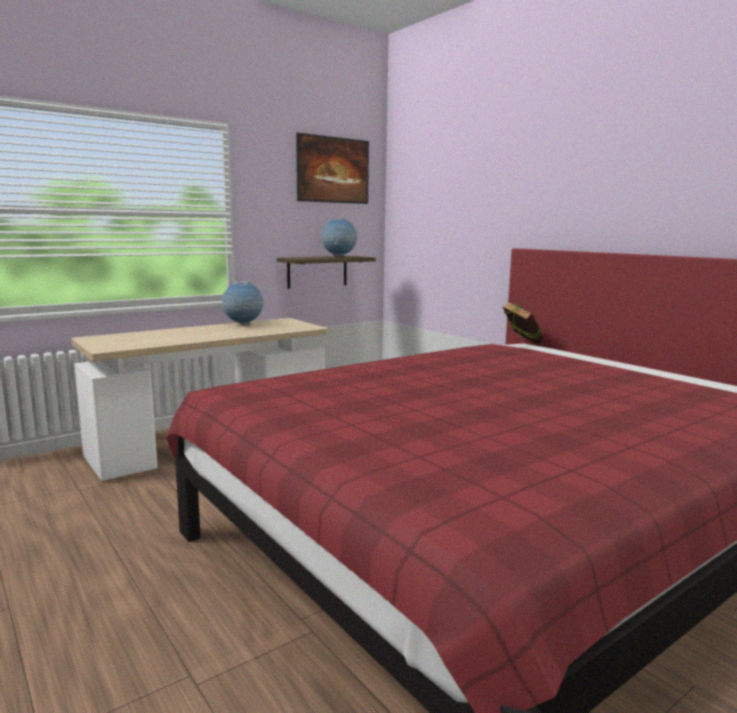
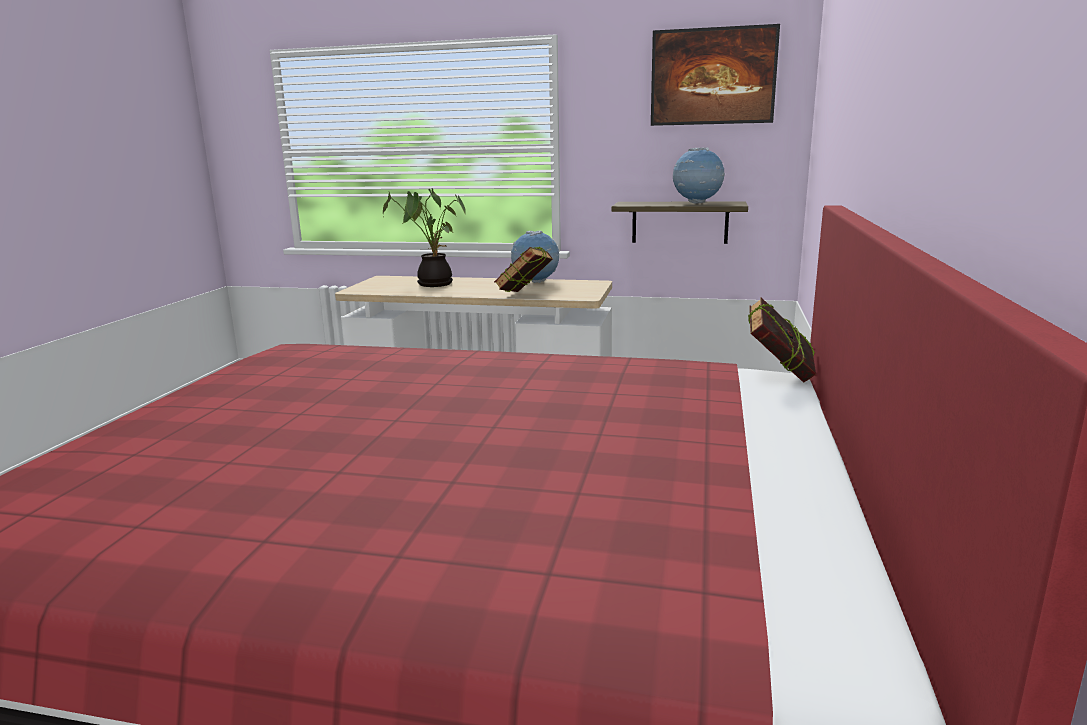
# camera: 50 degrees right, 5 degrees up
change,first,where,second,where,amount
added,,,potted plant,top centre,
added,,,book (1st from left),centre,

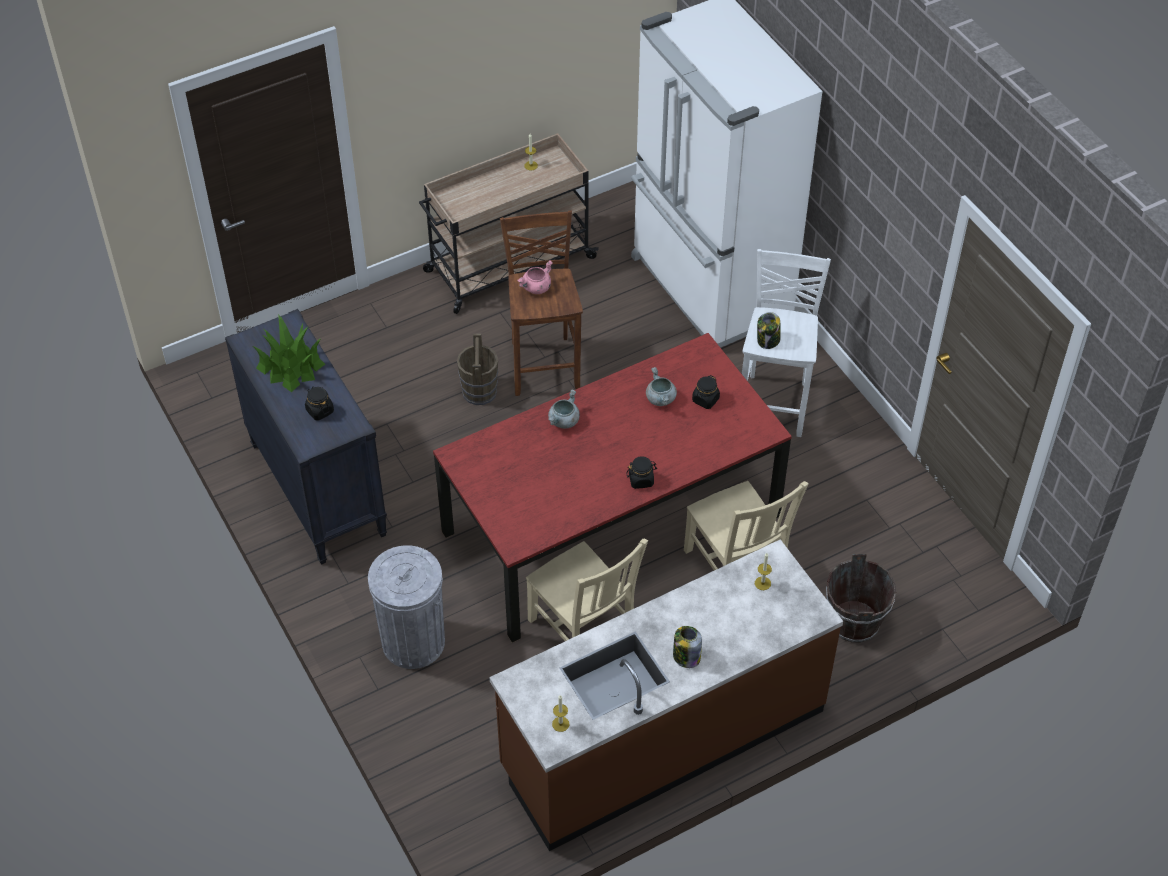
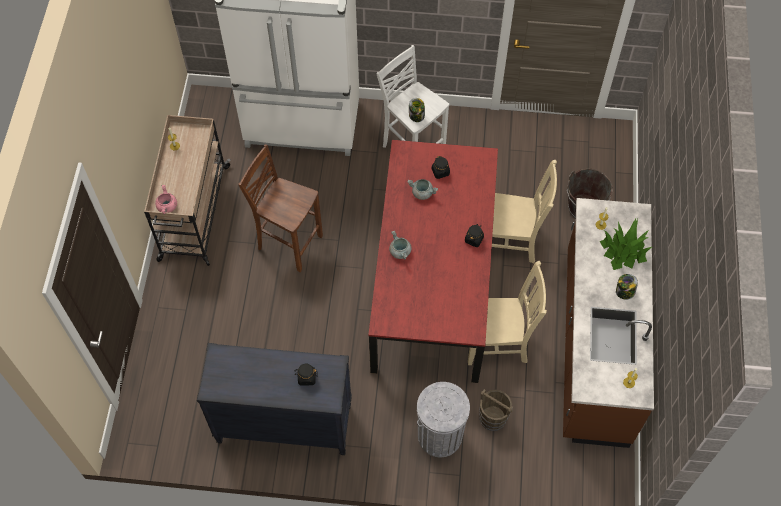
# camera: 55 degrees left, 10 degrees up
change,first,where,second,where,amount
moved,potted plant,middle left,,middle right,
moved,bucket (brown) (1st from left),centre,,bottom centre,
moved,cooking pot (pink),top centre,,middle left,

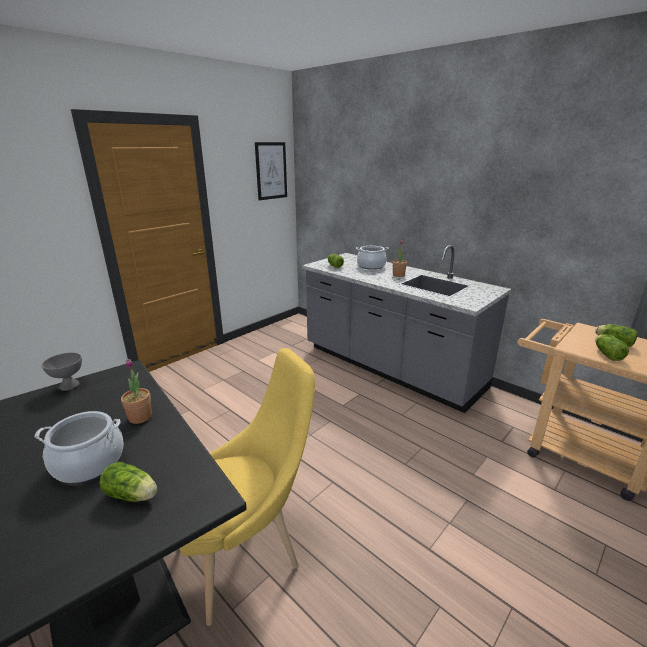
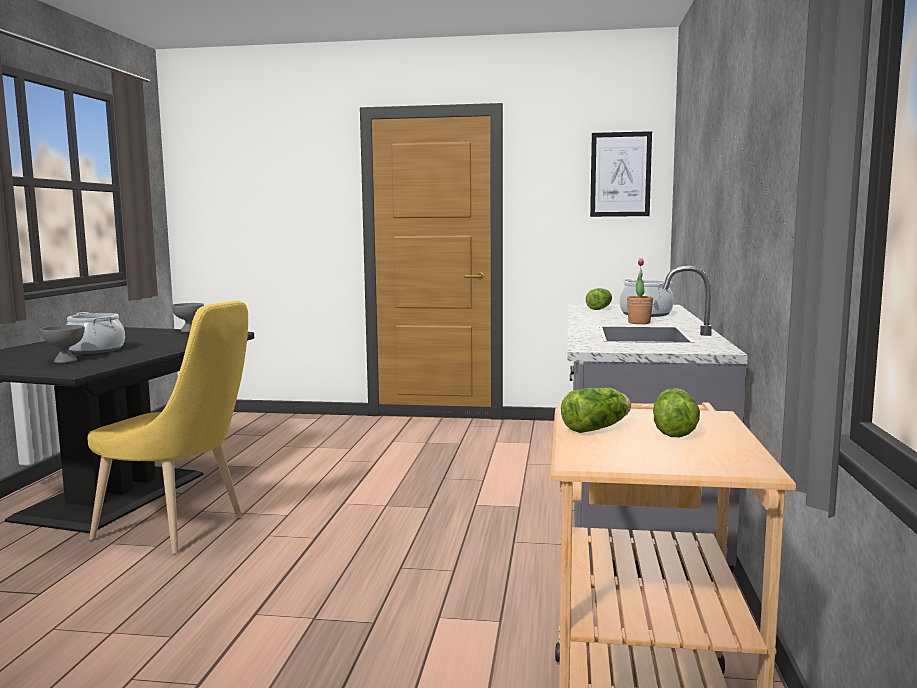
# camera: 55 degrees right, 15 degrees down
change,first,where,second,where,amount
removed,potted plant (1st from left),middle left,,,
replaced,lettuce (1st from left),bottom left,bowl (grey) (1st from left),middle left,

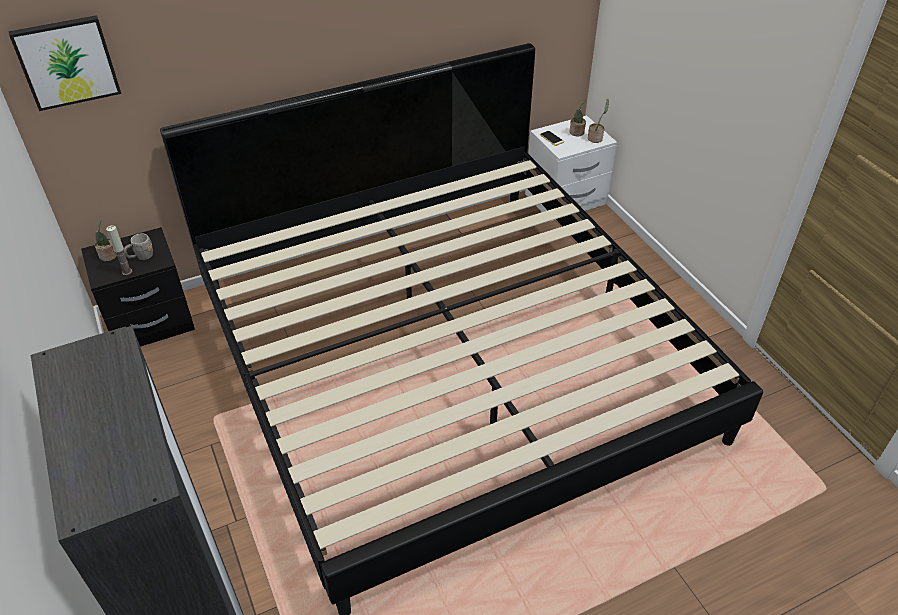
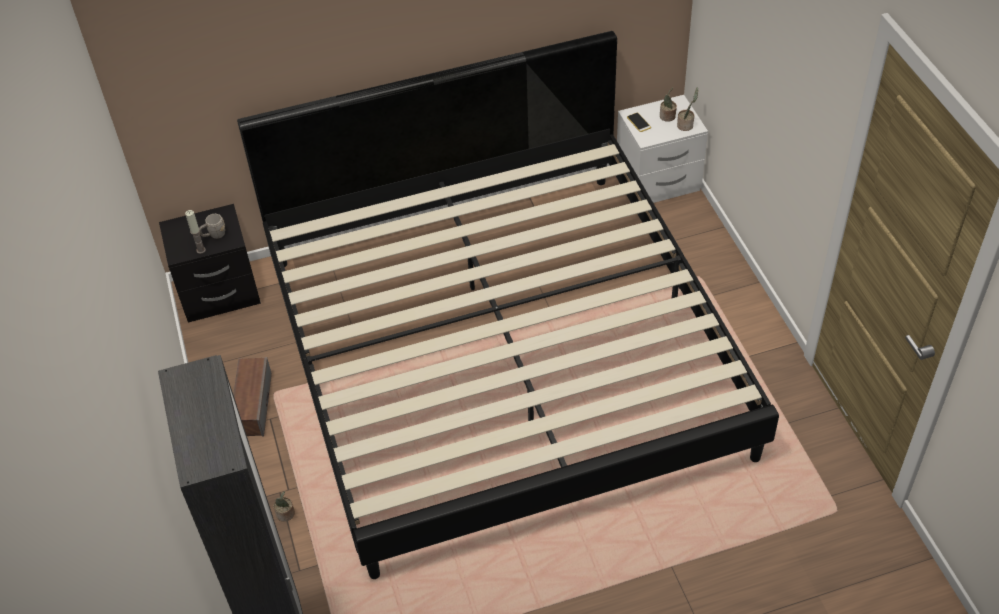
# camera: 10 degrees right, 5 degrees up
change,first,where,second,where,amount
removed,picture,top left,,,
added,,,speaker,middle left,
moved,potted plant (1st from left),middle left,,bottom left,

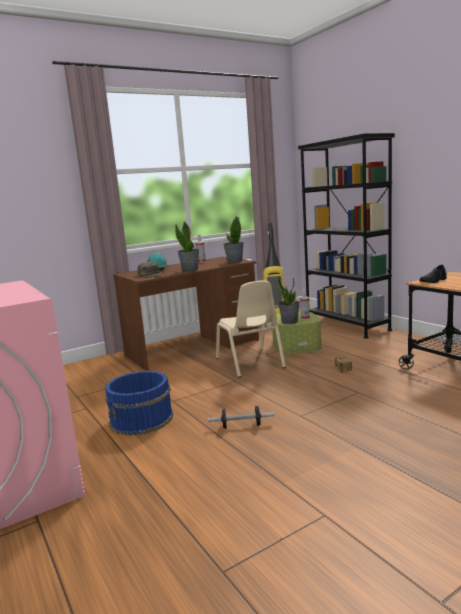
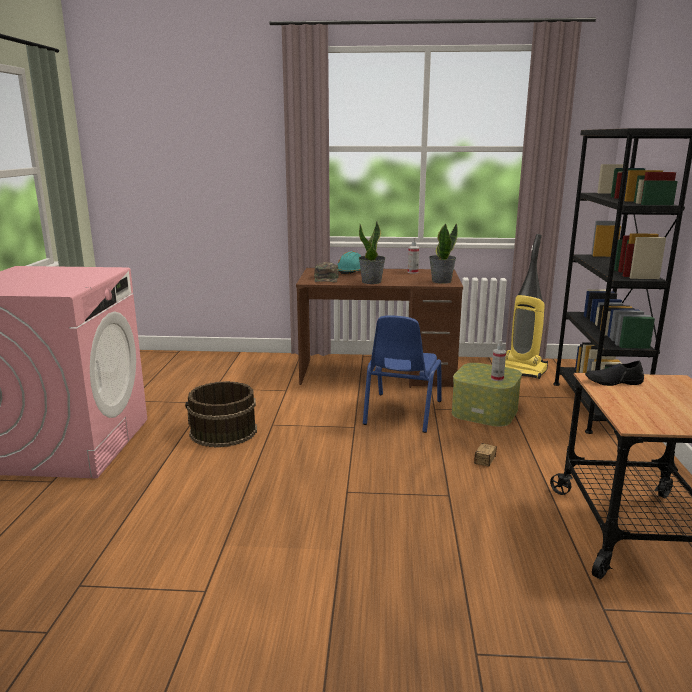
# camera: 35 degrees right, 5 degrees up
change,first,where,second,where,amount
removed,dumbbell,bottom centre,,,
removed,potted plant (3rd from left),centre,,,
recoloured,bucket (blue),middle left,bucket (brown),middle left,
recoloured,chair (beige),centre,chair (blue),centre,

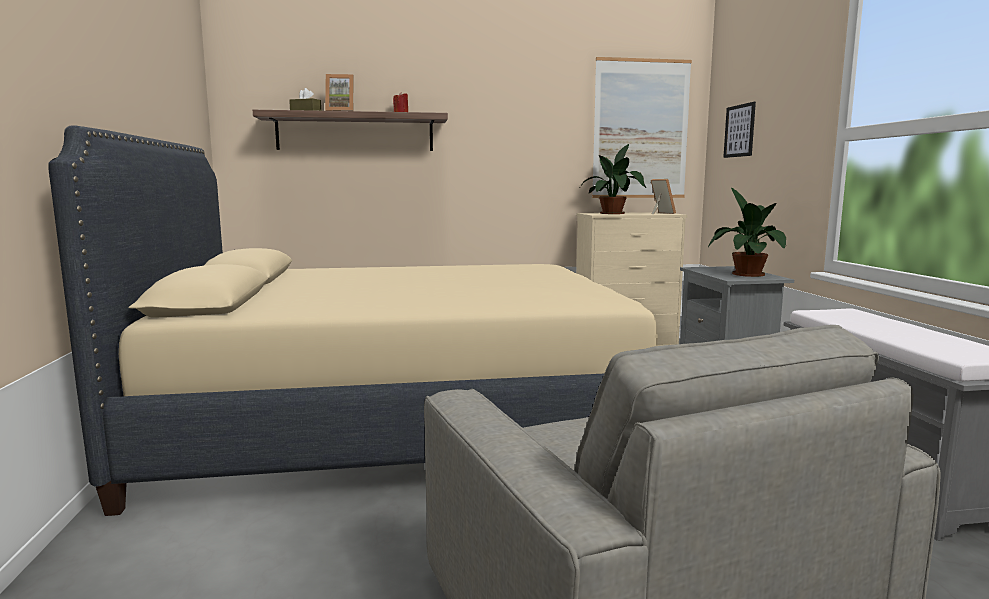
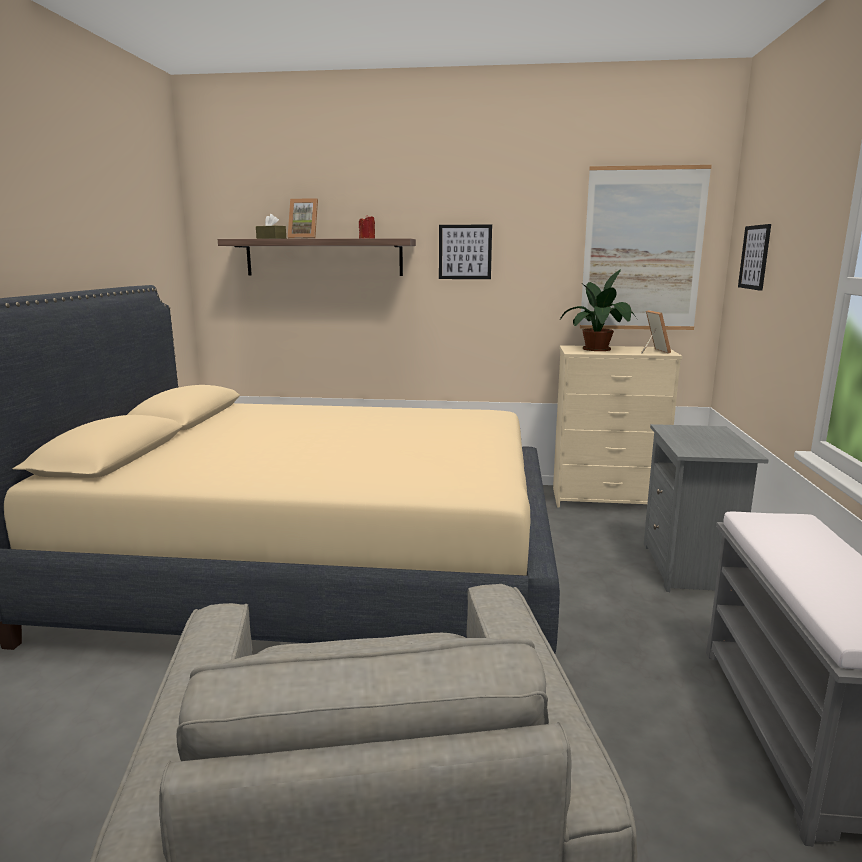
# camera: 15 degrees right, 5 degrees up
change,first,where,second,where,amount
removed,potted plant (2nd from left),middle right,,,
added,,,picture (1st from left),top centre,

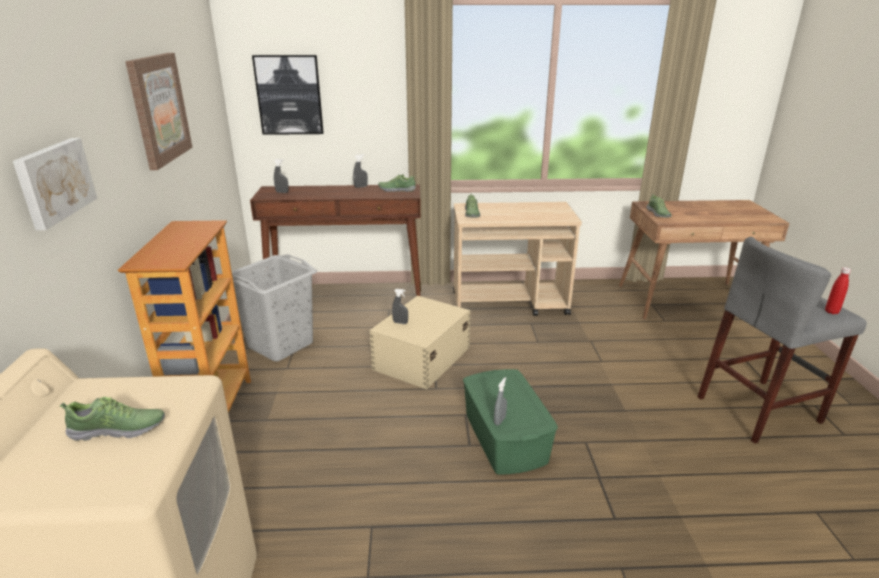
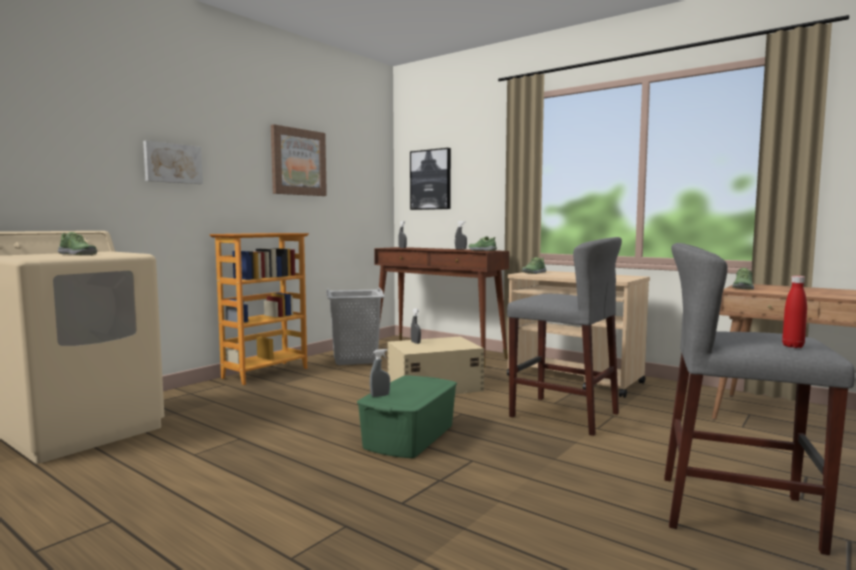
# camera: 40 degrees right, 20 degrees down
change,first,where,second,where,amount
added,,,stool (grey) (1st from left),centre,

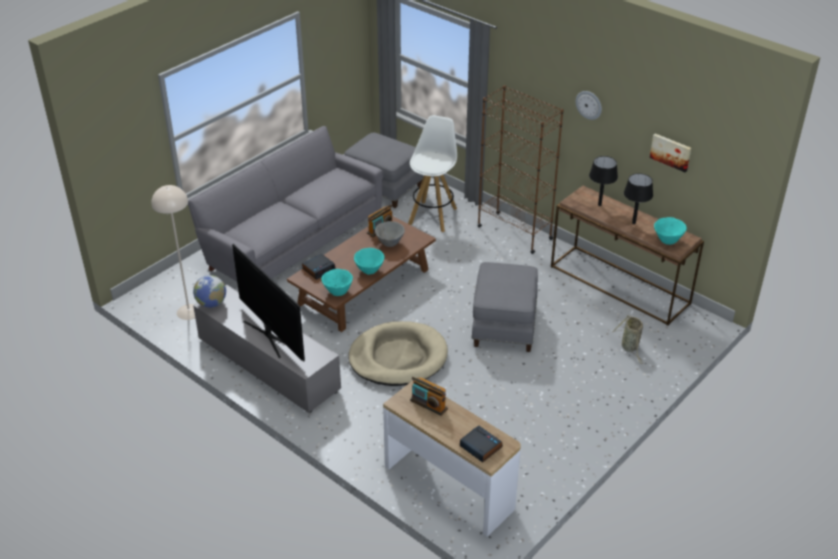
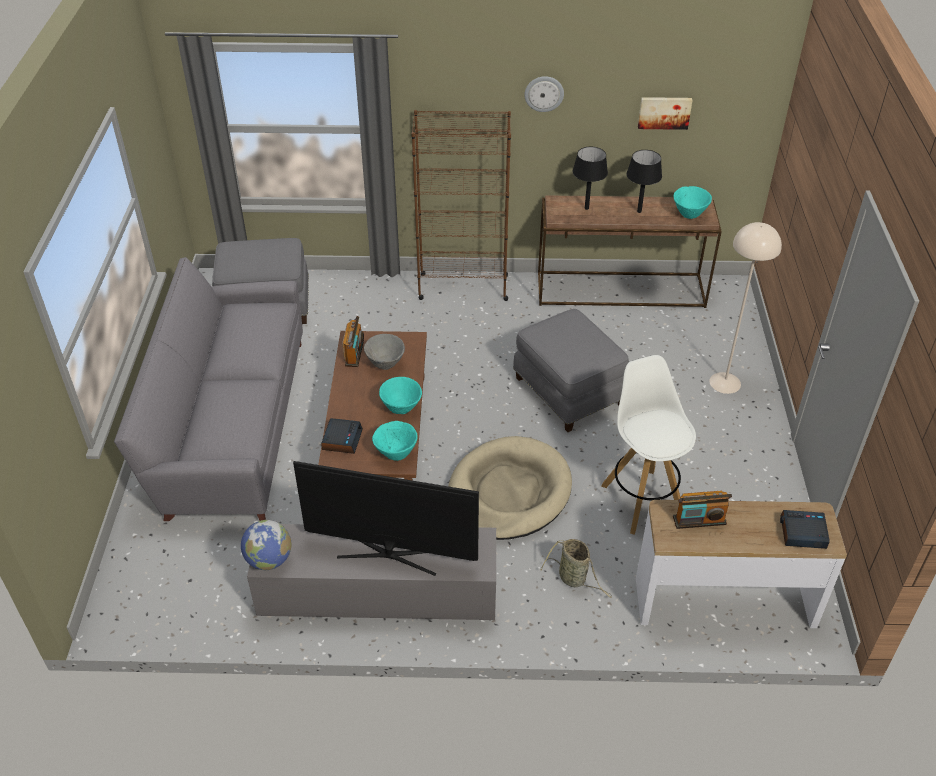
# camera: 40 degrees left, 5 degrees up
change,first,where,second,where,amount
moved,floor lamp (beige),middle left,,middle right,
moved,stool (white),top centre,,middle right,
moved,basket,middle right,,bottom centre,

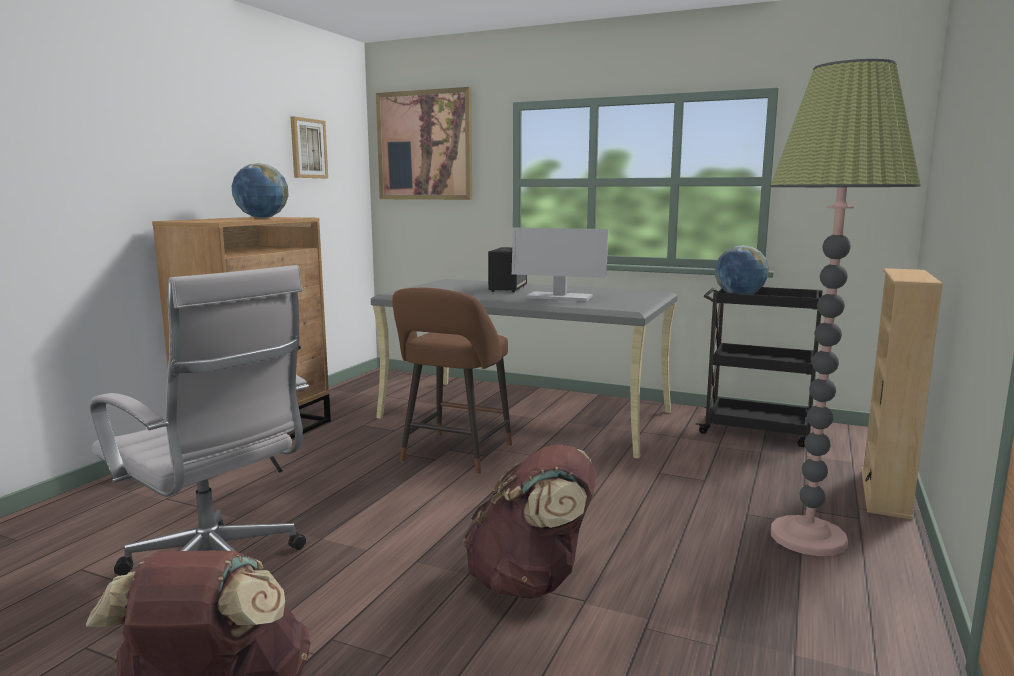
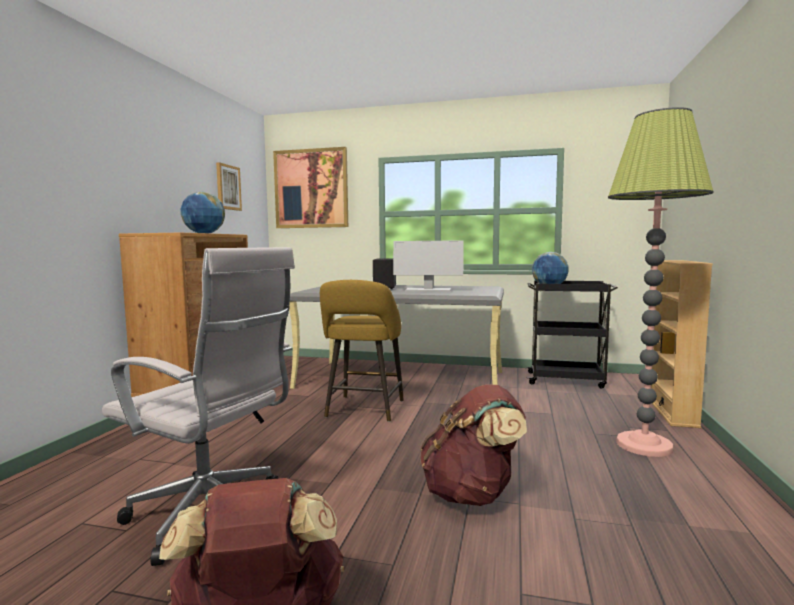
# camera: 10 degrees left, 5 degrees down
change,first,where,second,where,amount
recoloured,stool (brown),centre,stool (yellow),centre,

